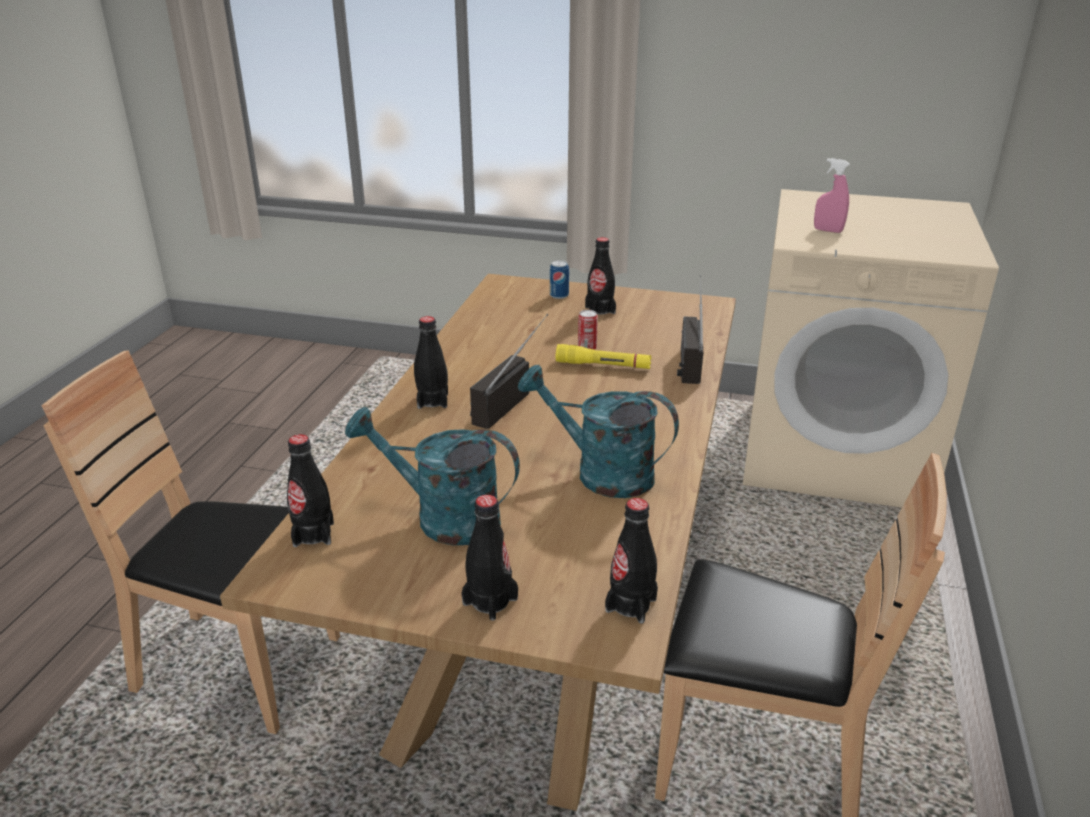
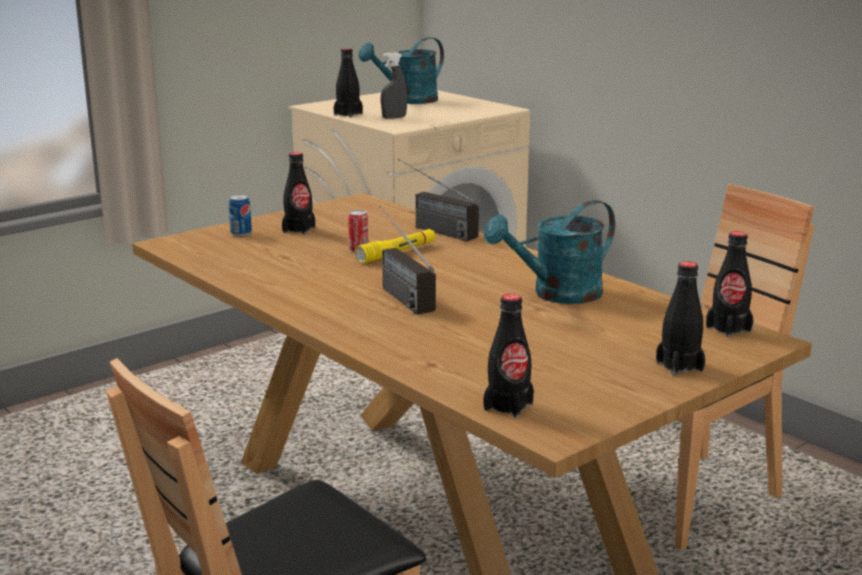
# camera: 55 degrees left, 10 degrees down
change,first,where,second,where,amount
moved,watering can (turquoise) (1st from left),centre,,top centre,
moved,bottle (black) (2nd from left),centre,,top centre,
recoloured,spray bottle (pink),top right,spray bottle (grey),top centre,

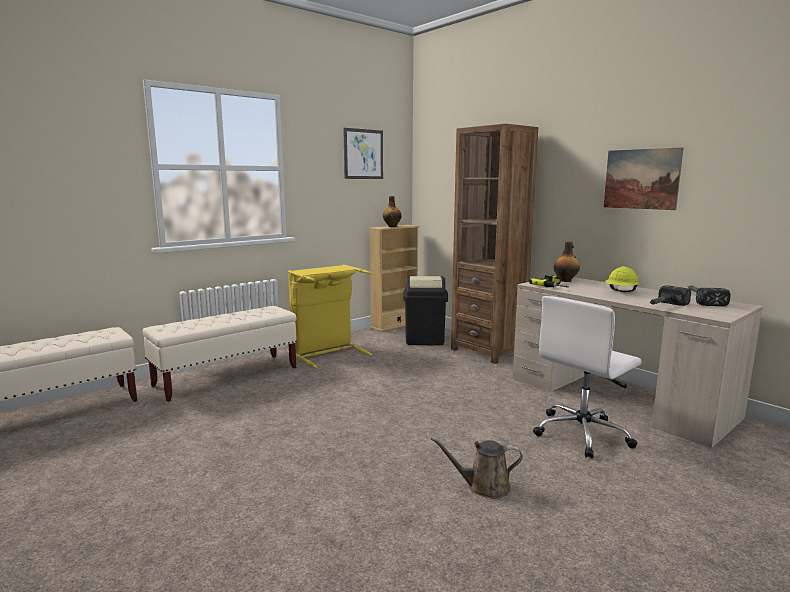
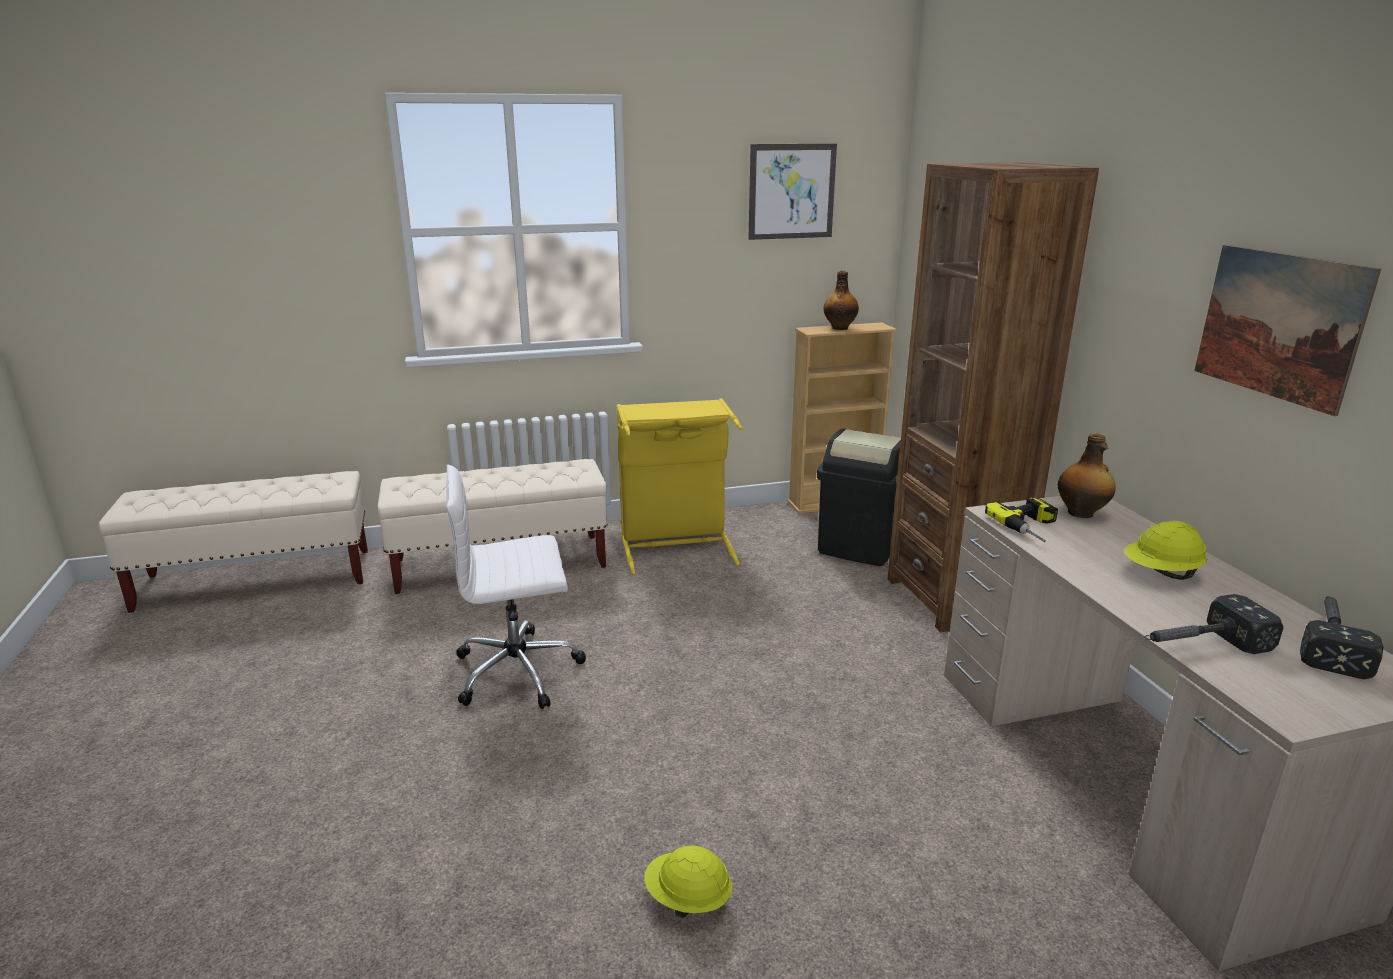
# camera: 25 degrees right, 10 degrees up
change,first,where,second,where,amount
moved,office chair (white),middle right,,centre,
replaced,watering can (brown),bottom centre,hard hat (yellow) (1st from left),bottom centre,

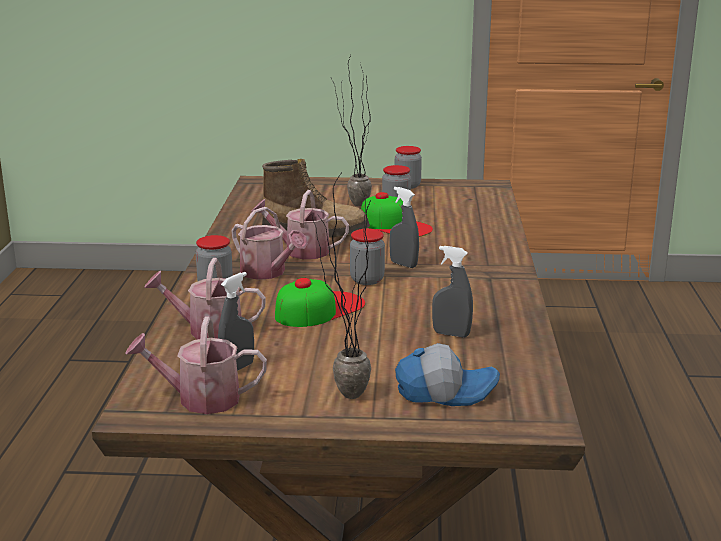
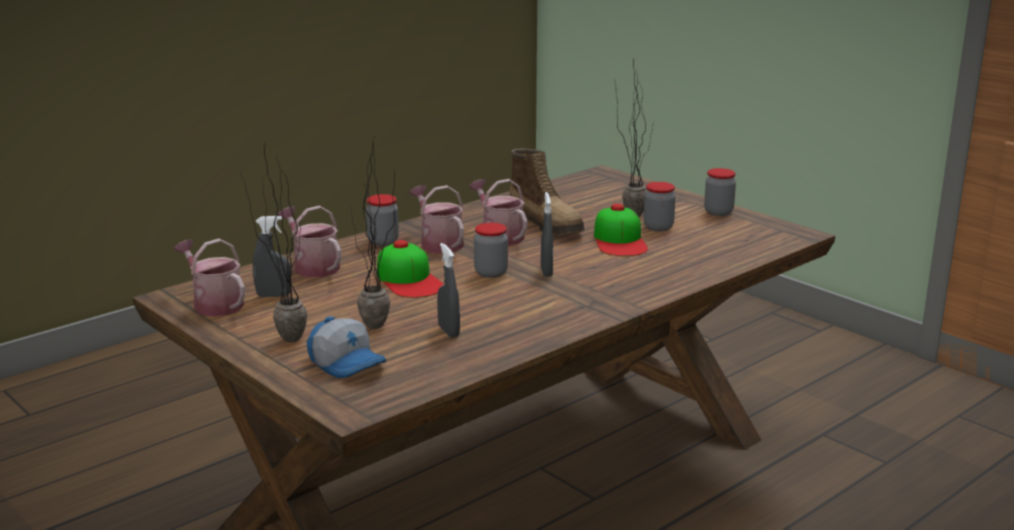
# camera: 45 degrees right, 0 degrees up
change,first,where,second,where,amount
added,,,potted plant (2nd from left),centre,
turned,watering can (3rd from left),centre,,centre,150 degrees clockwise
turned,cap (1st from left in the first image),centre,cap (2nd from left),centre,60 degrees clockwise

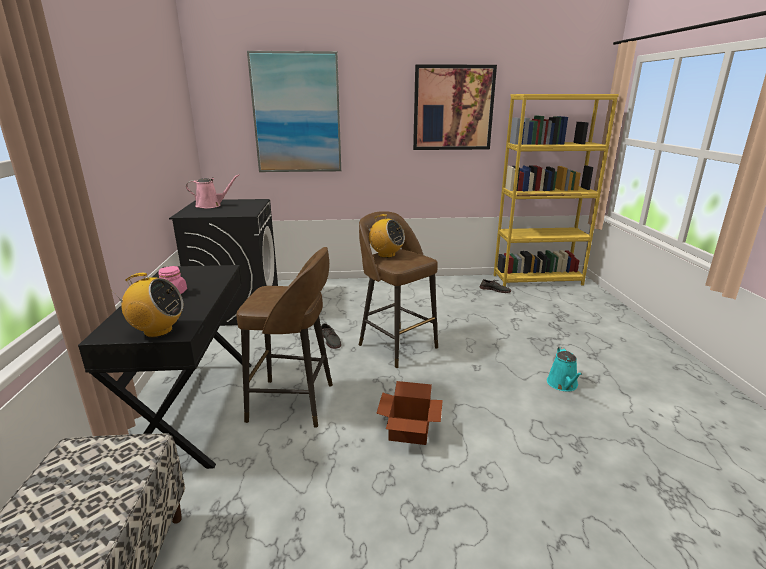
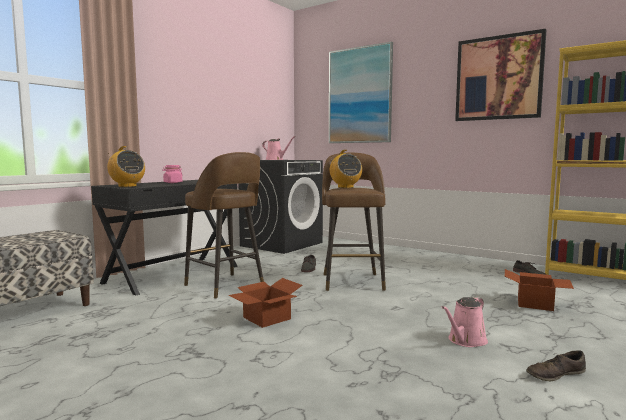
# camera: 40 degrees right, 15 degrees down
change,first,where,second,where,amount
added,,,cardboard box (2nd from left),bottom right,
added,,,shoe (brown),bottom right,
recoloured,watering can (turquoise),middle right,watering can (pink) (2nd from left),bottom right,

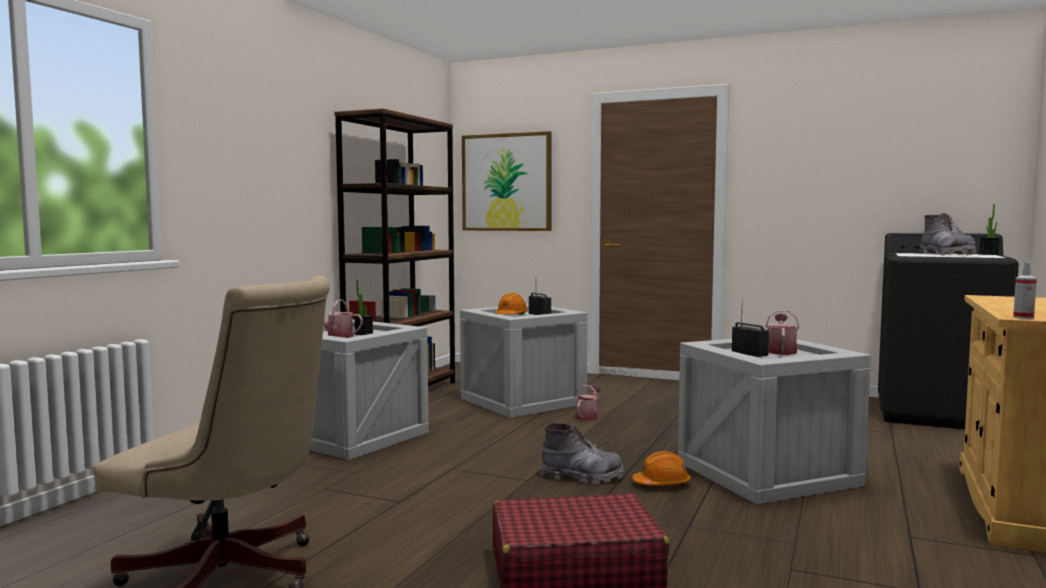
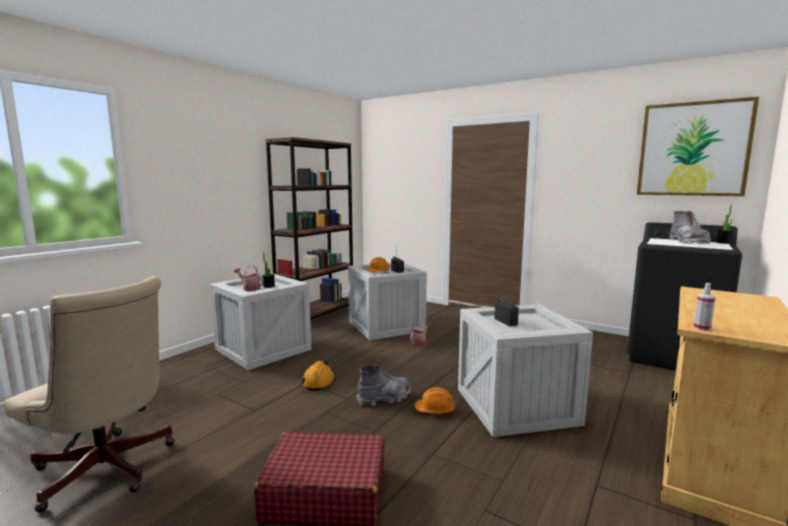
# camera: 10 degrees right, 5 degrees up
change,first,where,second,where,amount
removed,watering can (3rd from left),middle right,,,
added,,,hard hat (orange) (1st from left),bottom centre,
moved,picture,top centre,,top right,
turned,boot (grey) (1st from left),bottom centre,,bottom centre,45 degrees counterclockwise

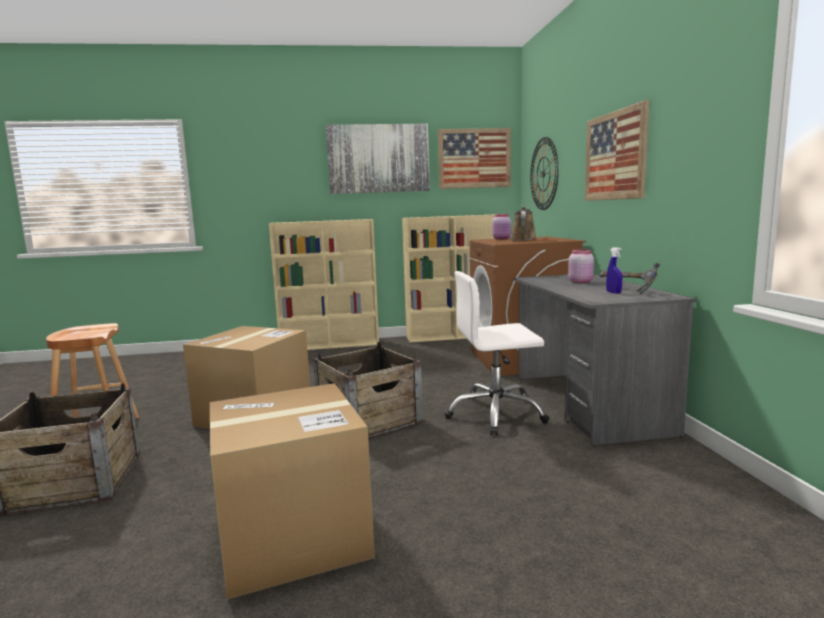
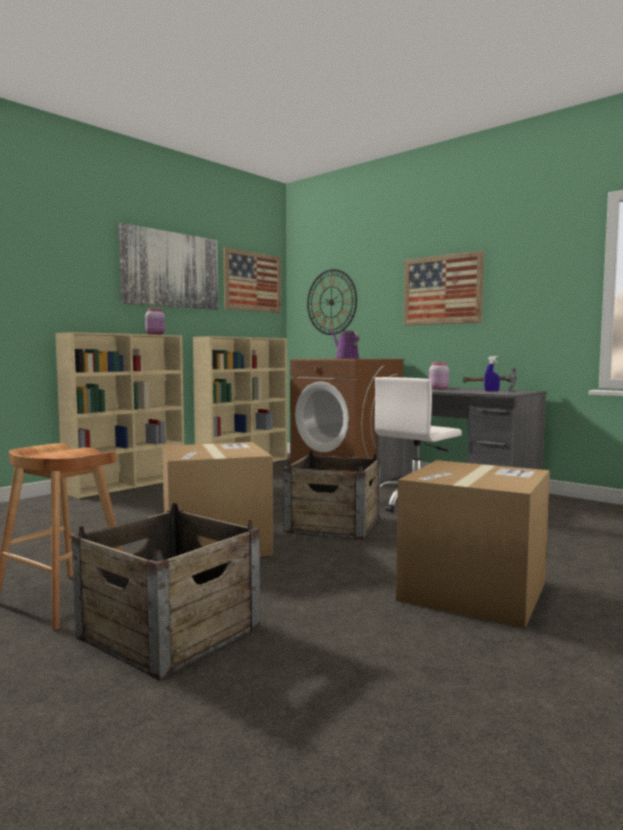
# camera: 40 degrees left, 5 degrees down
change,first,where,second,where,amount
moved,jar (pink) (1st from left),centre,,middle left,
recoloured,watering can (brown),centre,watering can (purple),centre,

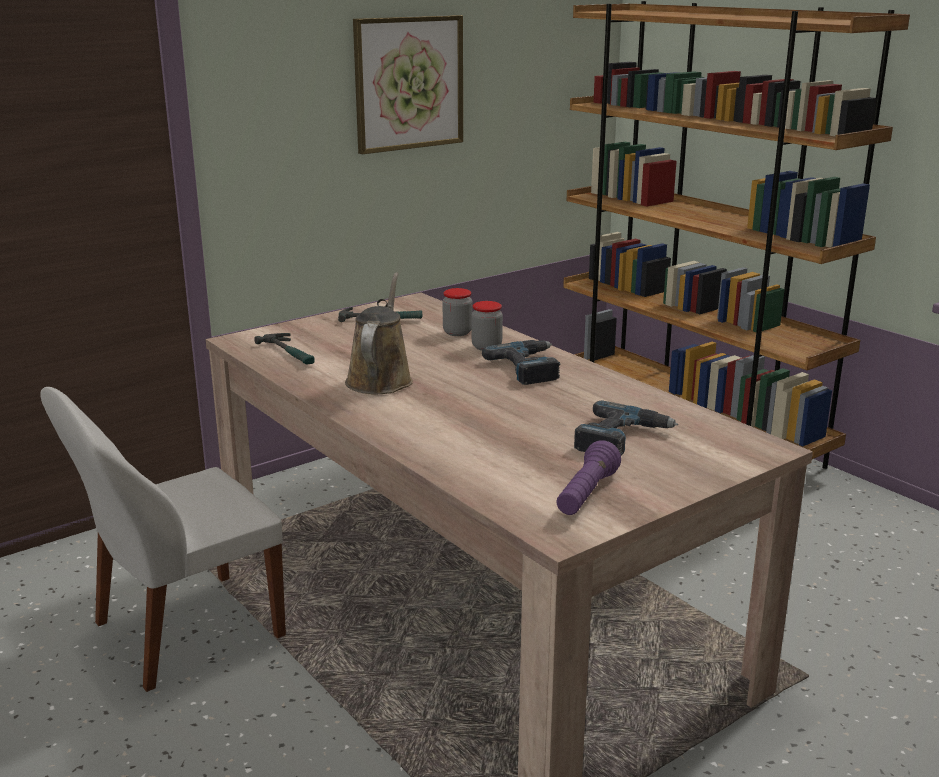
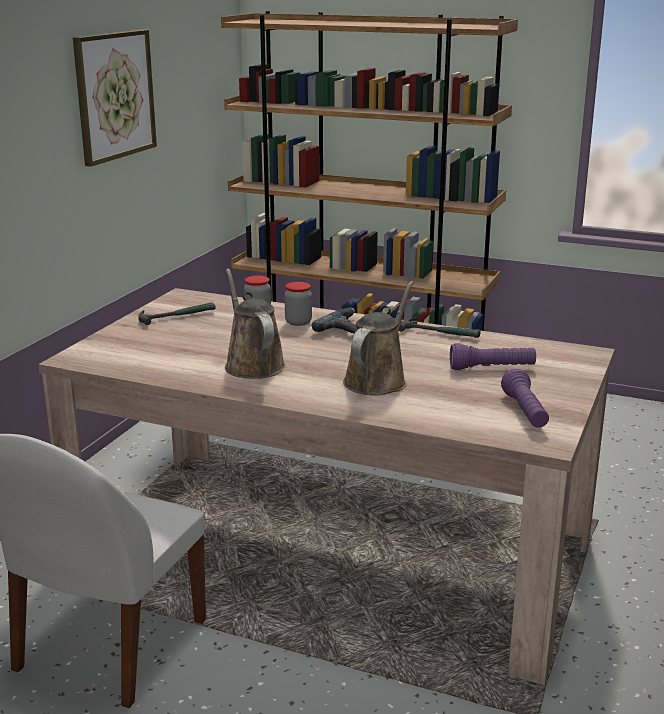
# camera: 30 degrees left, 0 degrees up
change,first,where,second,where,amount
added,,,watering can (brown) (2nd from left),centre,
moved,hammer (1st from left in the first image),middle left,hammer (2nd from left),centre,
replaced,power drill (2nd from left),middle right,flashlight (purple) (1st from left),middle right,

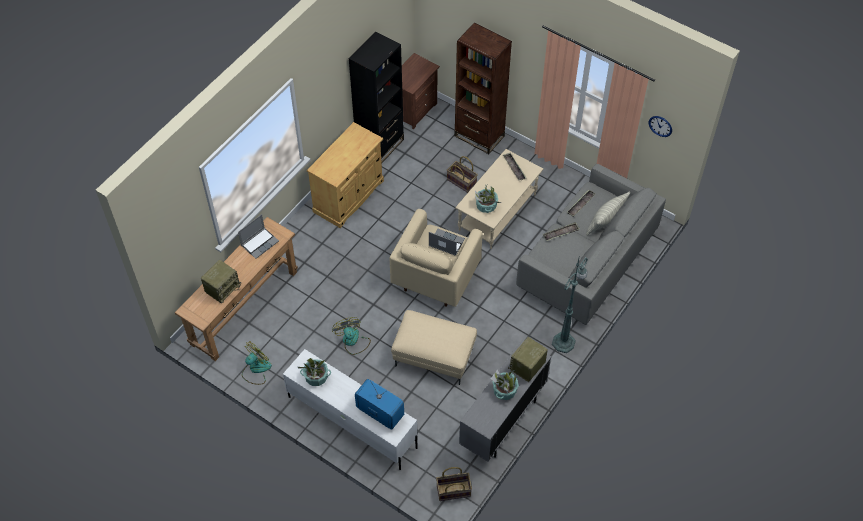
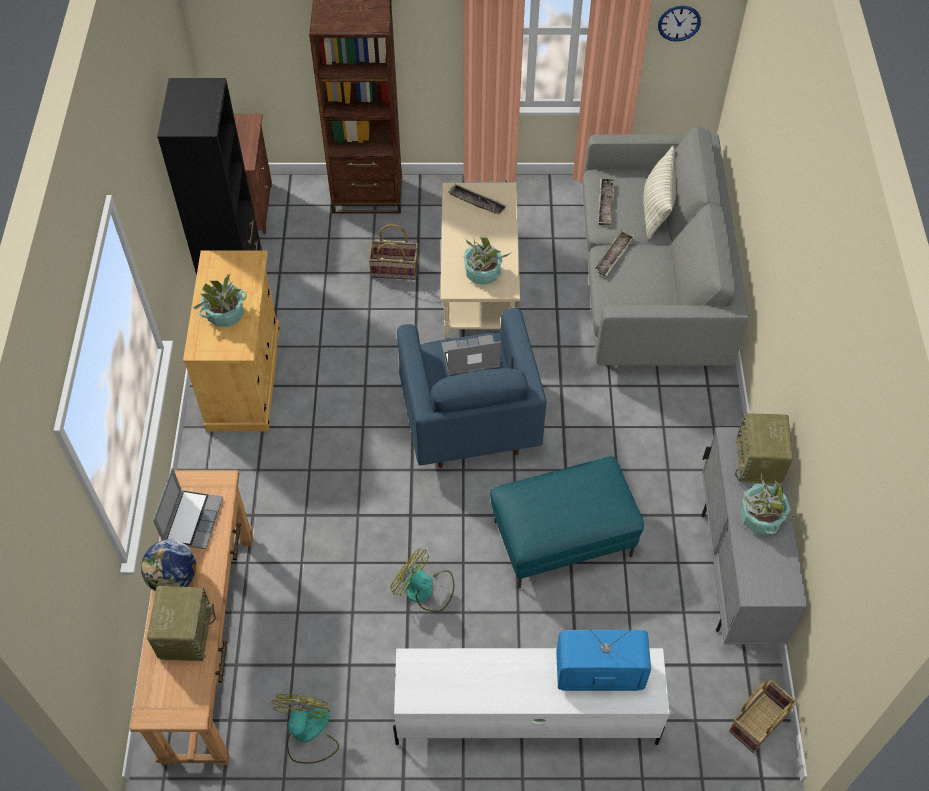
# camera: 35 degrees left, 0 degrees up
change,first,where,second,where,amount
removed,floor lamp (green),centre,,,
added,,,globe,bottom left,
moved,potted plant (1st from left),bottom centre,,middle left,
recoloured,armchair (beige),centre,armchair (blue),centre,
recoloured,ottoman (beige),centre,ottoman (turquoise),centre,

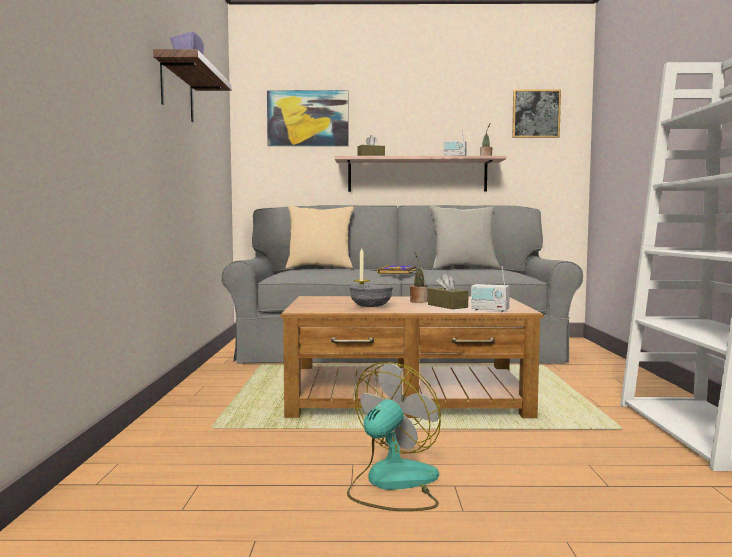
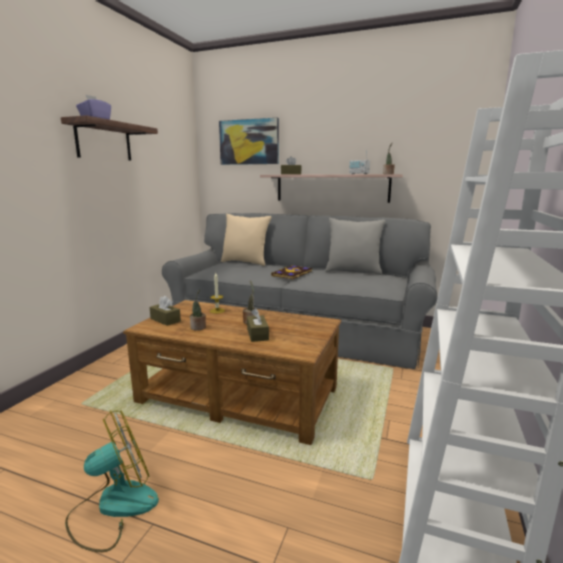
# camera: 20 degrees right, 10 degrees up
change,first,where,second,where,amount
removed,radio (2nd from left),middle right,,,
removed,picture (2nd from left),top right,,,
added,,,tissue box (brown) (1st from left),middle left,
replaced,bowl (grey),centre,potted plant (1st from left),centre,

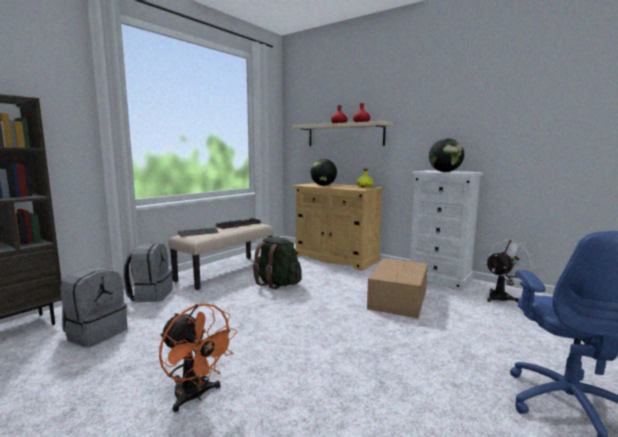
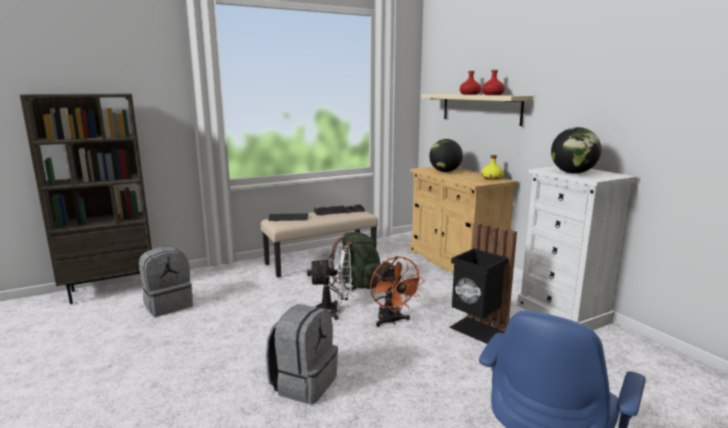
# camera: 25 degrees right, 5 degrees up
change,first,where,second,where,amount
moved,backpack (grey) (2nd from left),middle left,,bottom centre,
moved,fan (orange),bottom left,,bottom centre,
moved,fan (white),middle right,,centre,
replaced,cardboard box,centre,trash can (black),centre,

